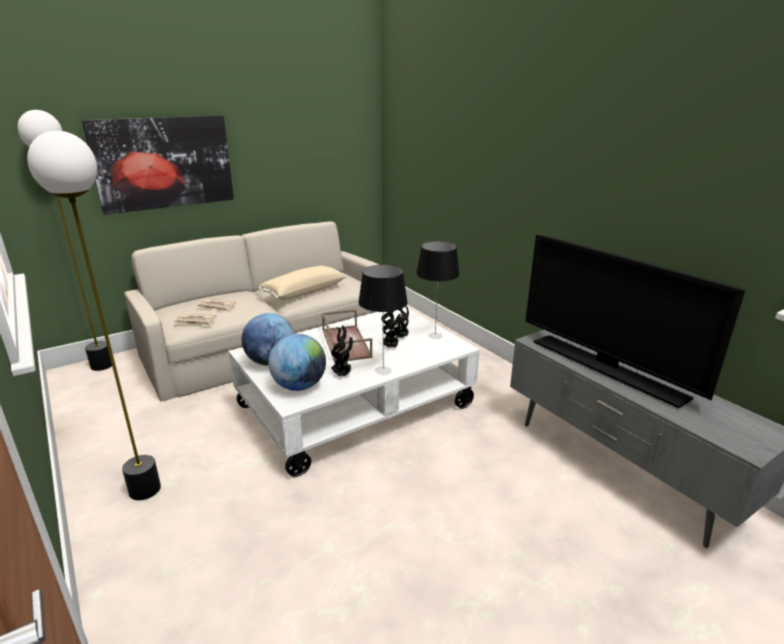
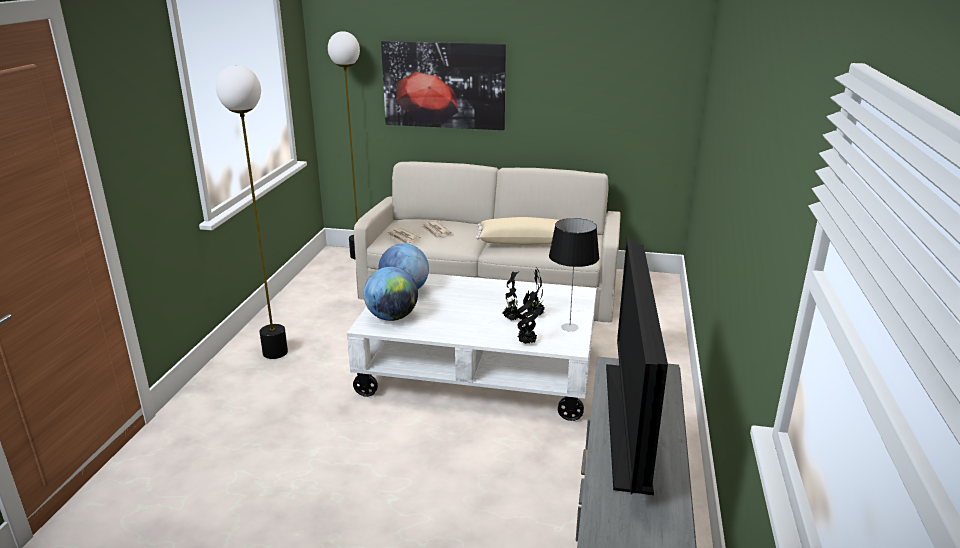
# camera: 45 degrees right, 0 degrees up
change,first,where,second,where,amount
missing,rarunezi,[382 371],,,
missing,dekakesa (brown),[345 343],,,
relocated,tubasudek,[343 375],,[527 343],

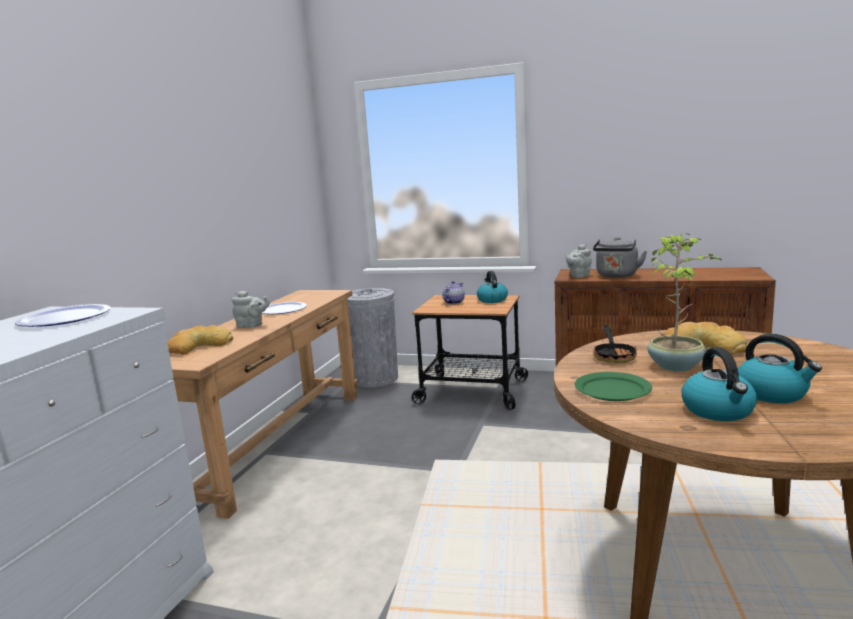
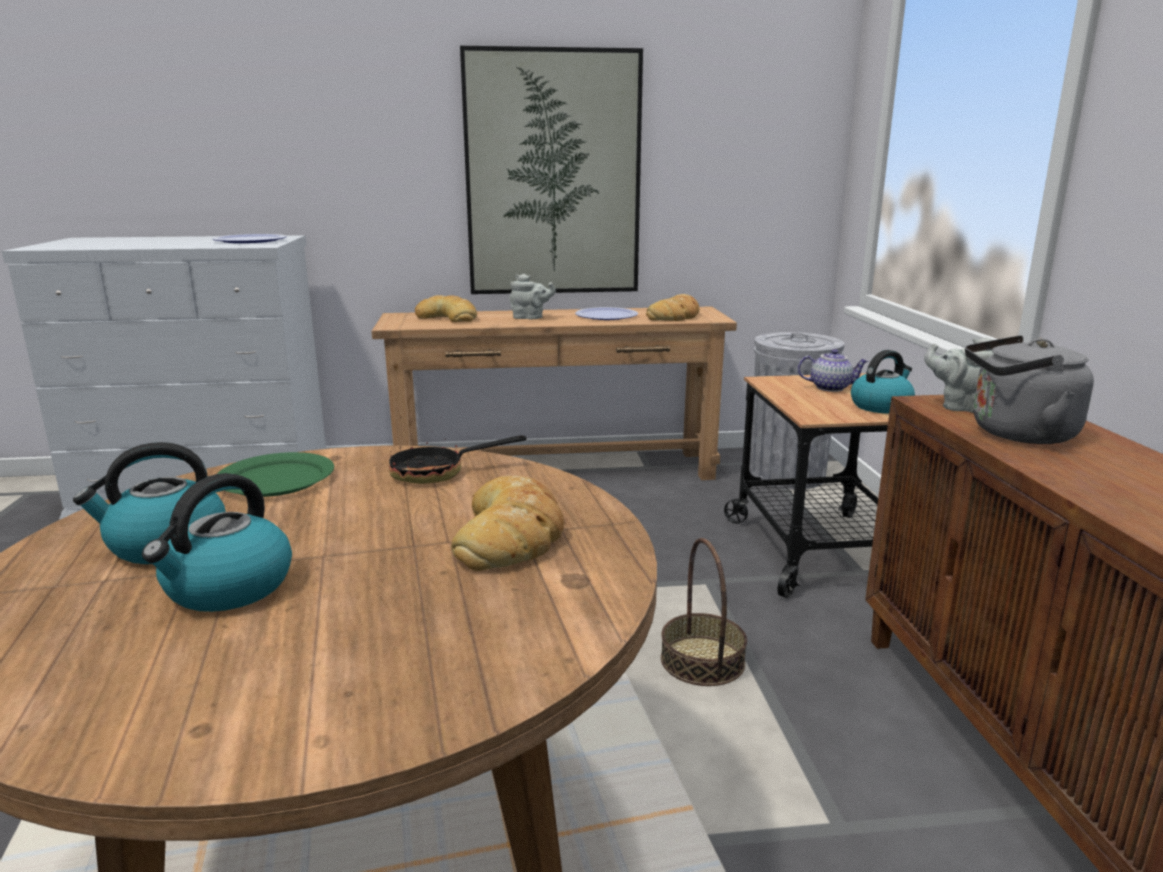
# camera: 65 degrees right, 5 degrees up
change,first,where,second,where,amount
missing,tubasudek,[676 366],,,
spun,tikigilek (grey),[252 326],,[530 318],60 degrees counterclockwise
appeared,,,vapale,[553 175],
appeared,,,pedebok,[676 316],
appeared,,,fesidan,[703 660],

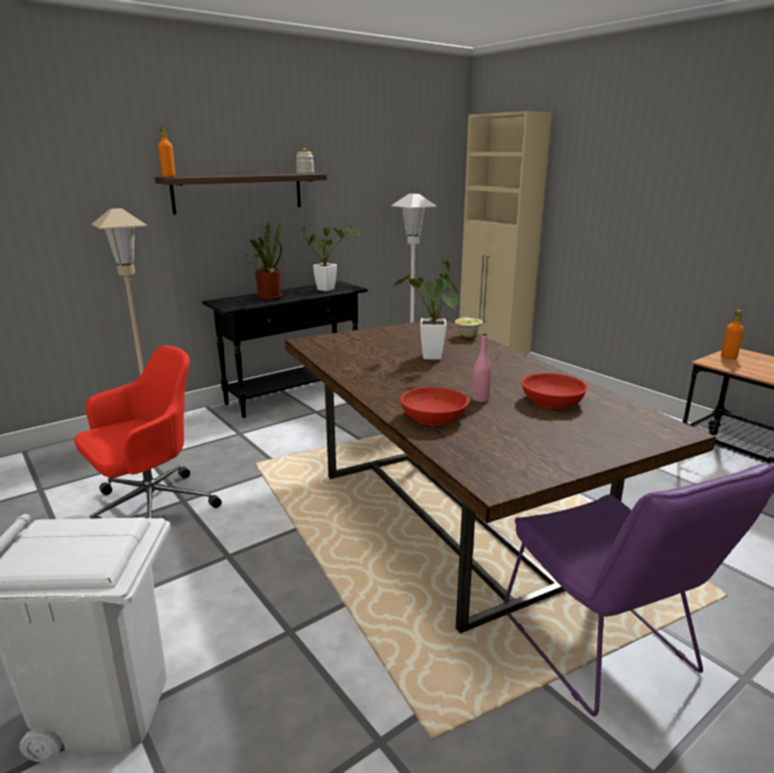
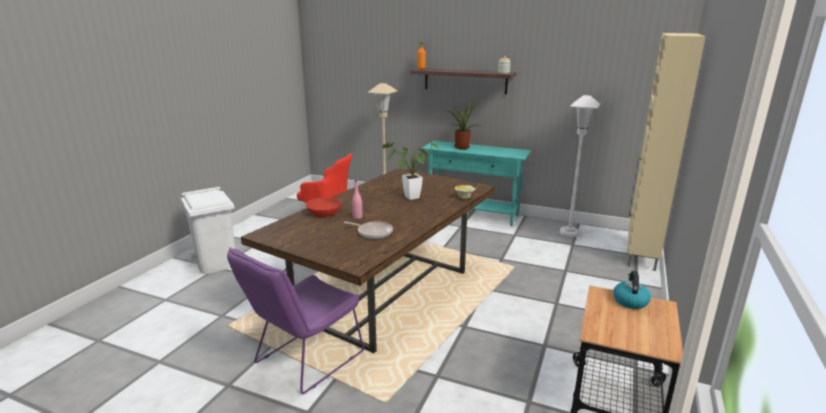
# camera: 60 degrees right, 0 degrees up
change,first,where,second,where,amount
missing,tubasudek,[328 289],,,
colour,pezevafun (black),[294 395],pezevafun (turquoise),[473 215],
exchanged,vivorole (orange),[728 358],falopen,[630 301],
exchanged,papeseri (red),[552 400],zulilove,[373 232],

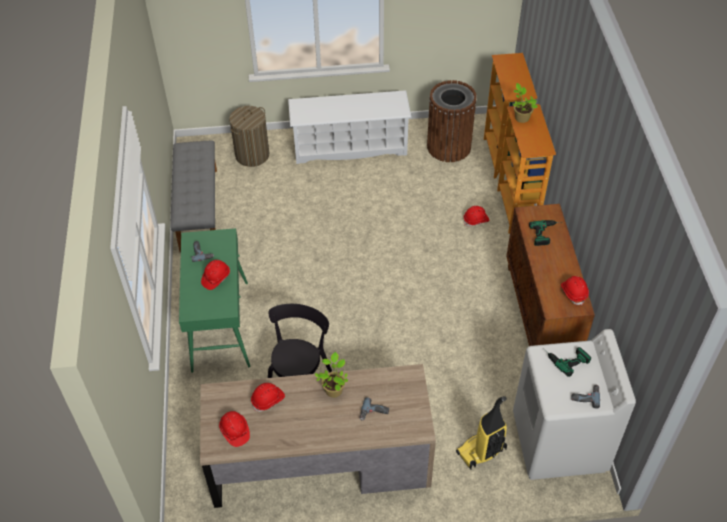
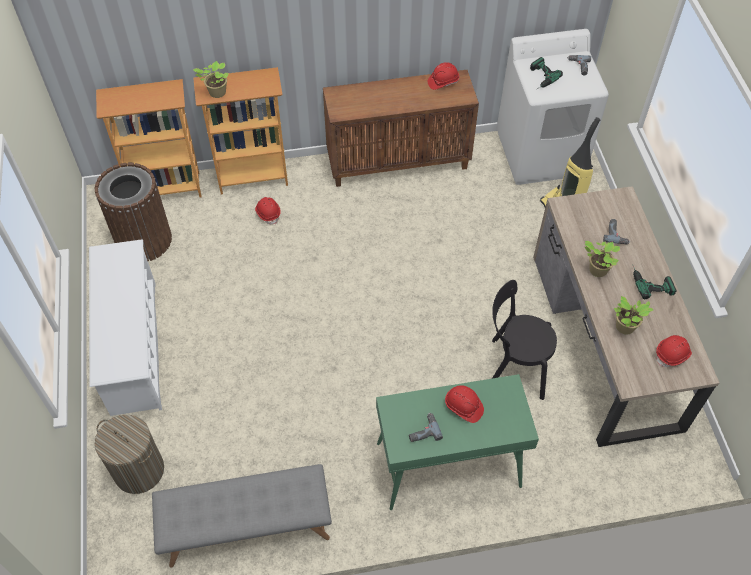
# camera: 95 degrees left, 5 degrees up
change,first,where,second,where,amount
relocated,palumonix,[547 233],,[650 281],
exchanged,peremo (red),[268 400],tubasudek,[625 328],

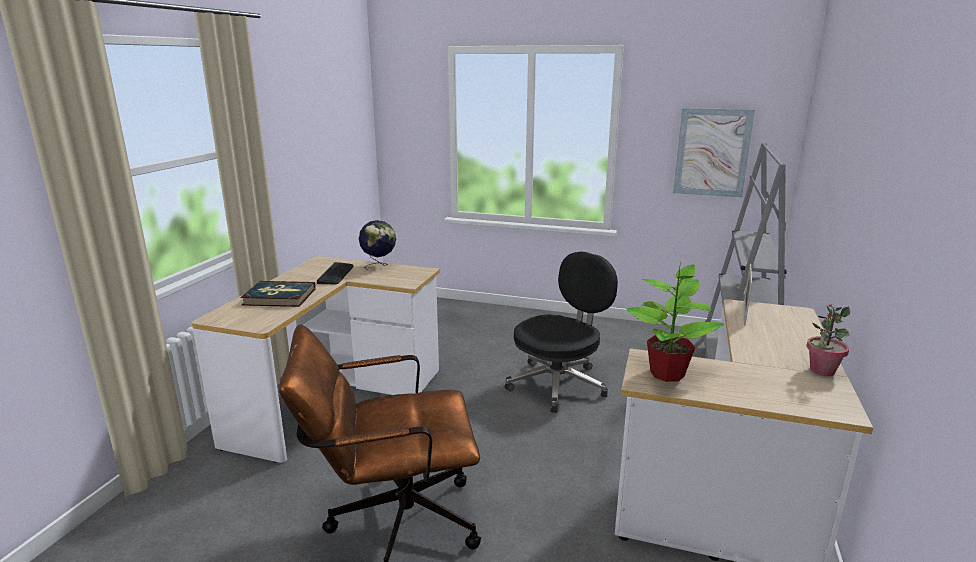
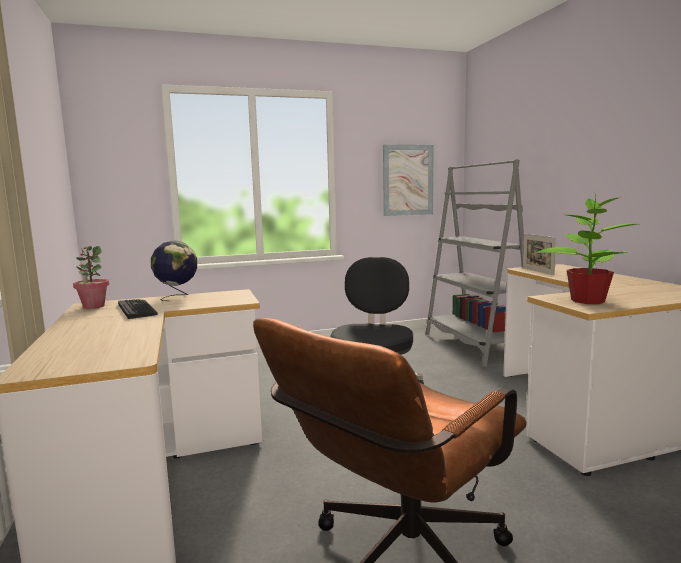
# camera: 35 degrees left, 10 degrees down
change,first,where,second,where,amount
missing,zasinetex,[279 297],,,
relocated,tubasudek,[822 370],,[93 306],

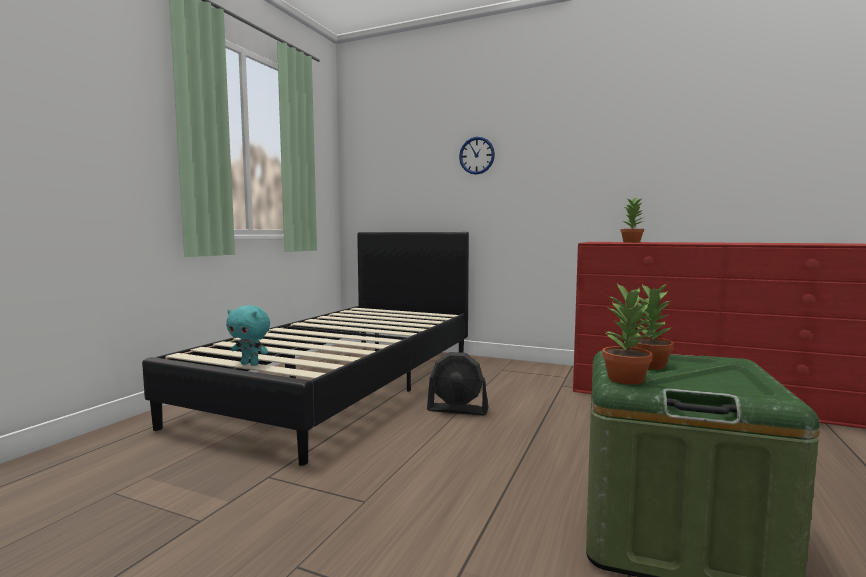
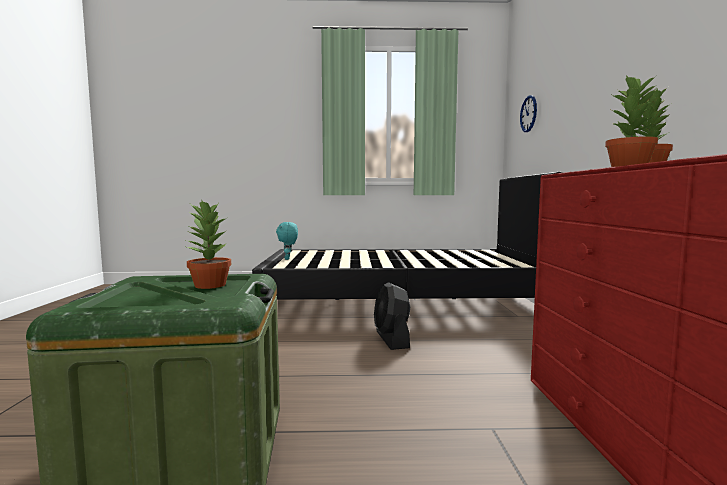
# camera: 65 degrees right, 0 degrees up
change,first,where,second,where,amount
relocated,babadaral,[476 155],,[528 114],
relocated,tubasudek,[625 379],,[630 166],

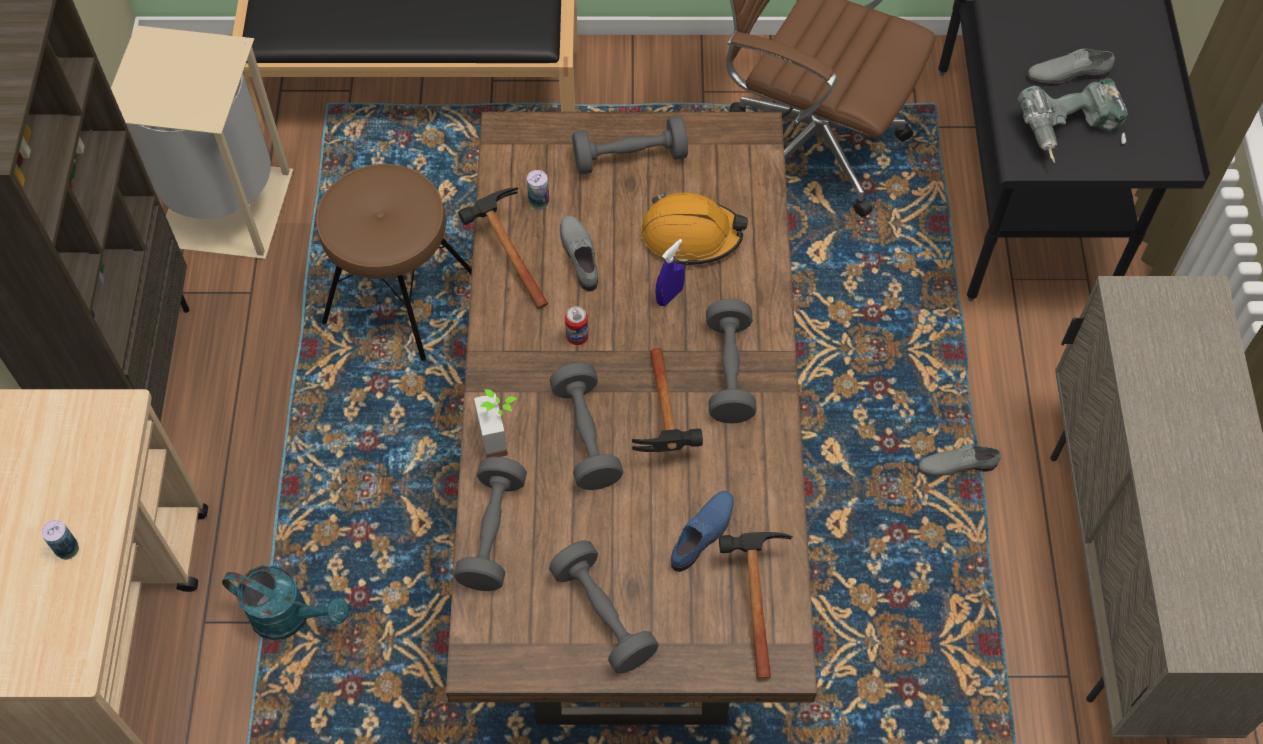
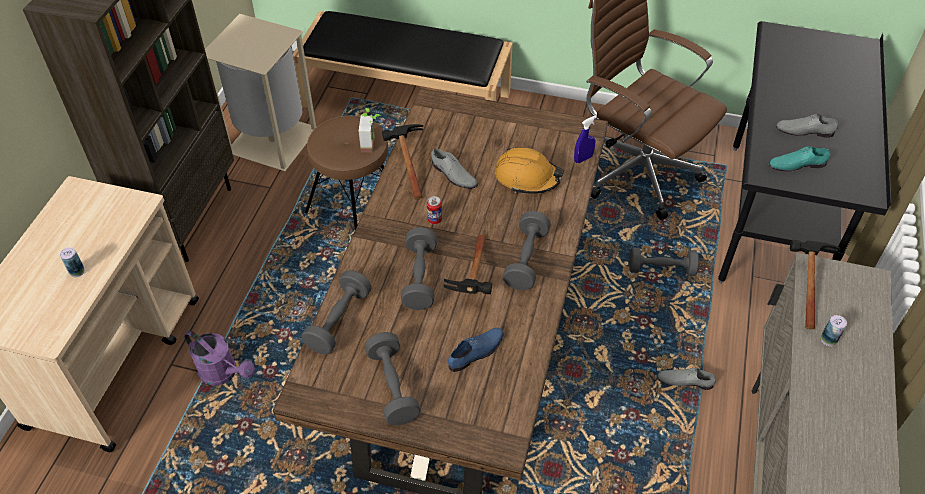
# camera: 15 degrees right, 10 degrees down
change,first,where,second,where,amount
exchanged,palumonix,[1069 133],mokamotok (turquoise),[796 164],
relocated,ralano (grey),[630 158],,[661 269],
relocated,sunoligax,[539 202],,[828 339],
spun,mokamotok (grey),[581 255],,[453 175],135 degrees clockwise
relocated,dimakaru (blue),[669 296],,[583 159],
relocated,tubasudek,[502 436],,[372 144],
relocated,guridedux,[752 594],,[805 283],
colour,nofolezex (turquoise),[290 617],nofolezex (purple),[224 374],

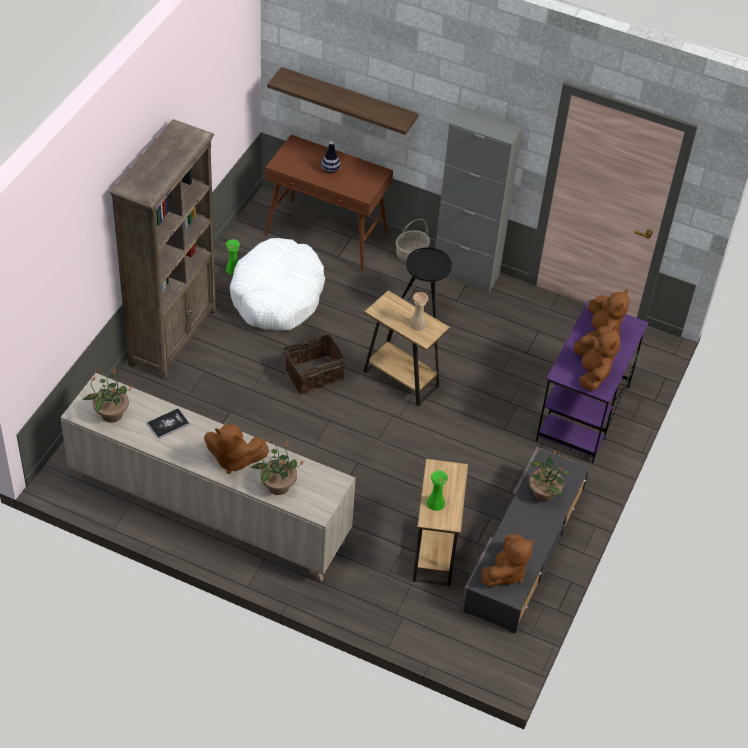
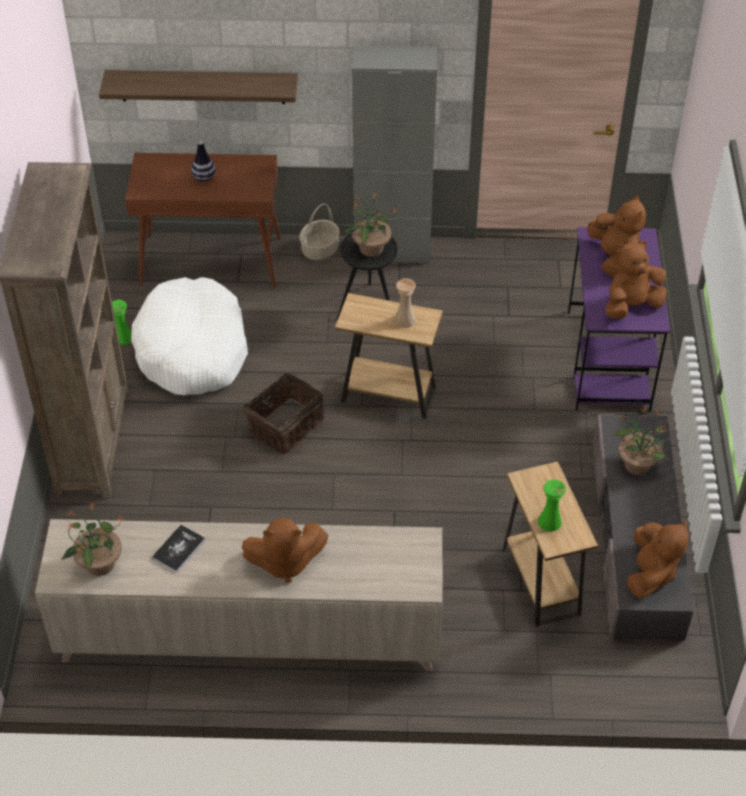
# camera: 20 degrees left, 0 degrees up
change,first,where,second,where,amount
spun,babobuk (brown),[592 373],,[631 305],90 degrees counterclockwise
relocated,tubasudek,[277 486],,[370 249],

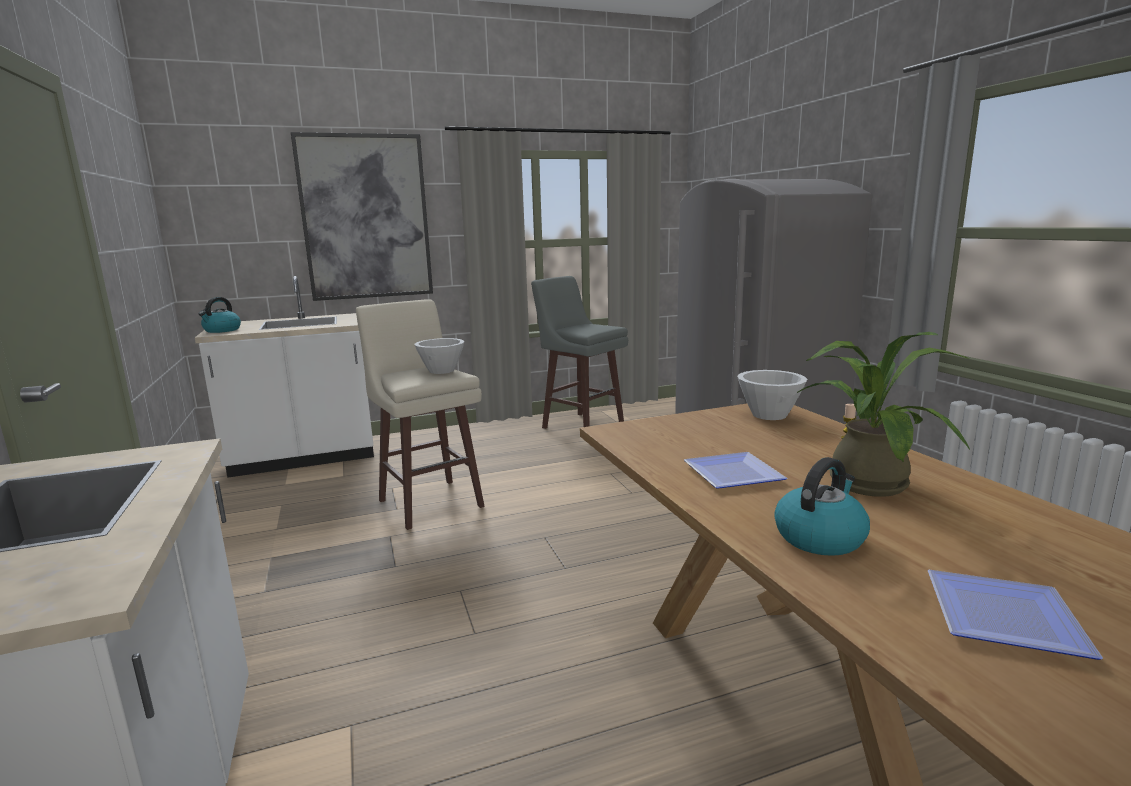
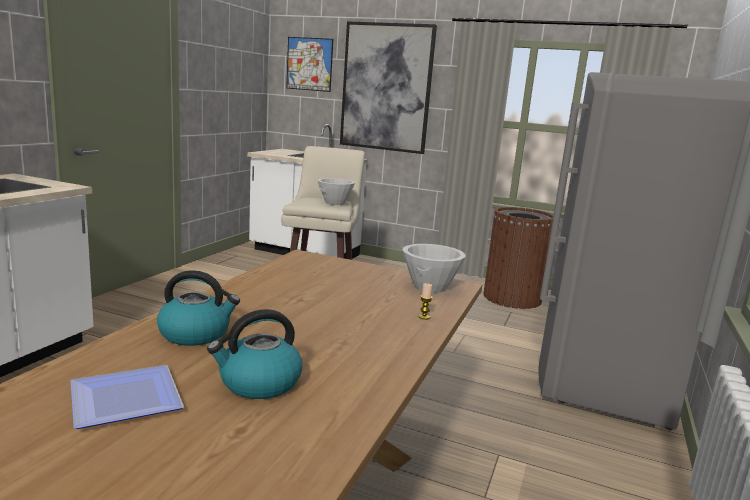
# camera: 40 degrees right, 0 degrees up
change,first,where,second,where,amount
exchanged,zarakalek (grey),[581 425],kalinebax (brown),[512 298],
relocated,falopen,[222 330],,[259 383],
missing,tubasudek,[865 480],,,
missing,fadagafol,[736 475],,,
appeared,,,vapale,[309 64],

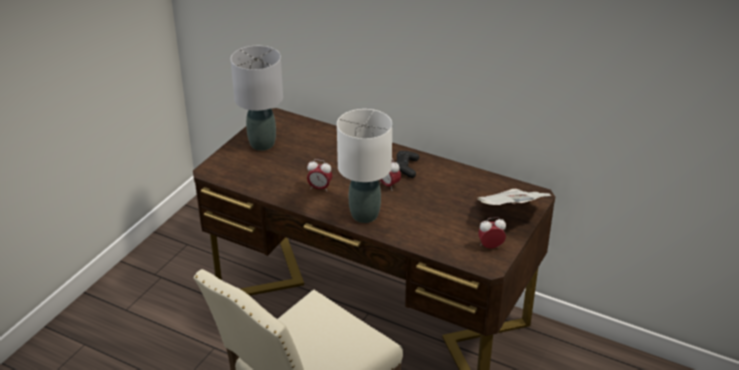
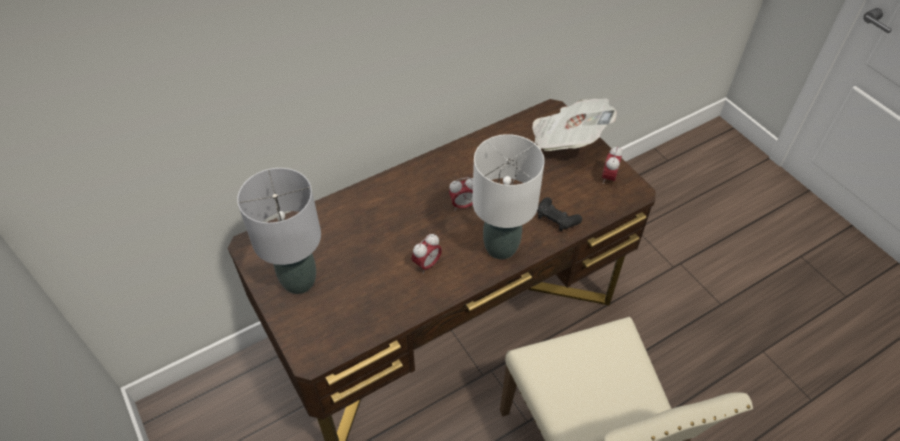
# camera: 60 degrees left, 15 degrees up
change,first,where,second,where,amount
relocated,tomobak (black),[406 168],,[556 219],

